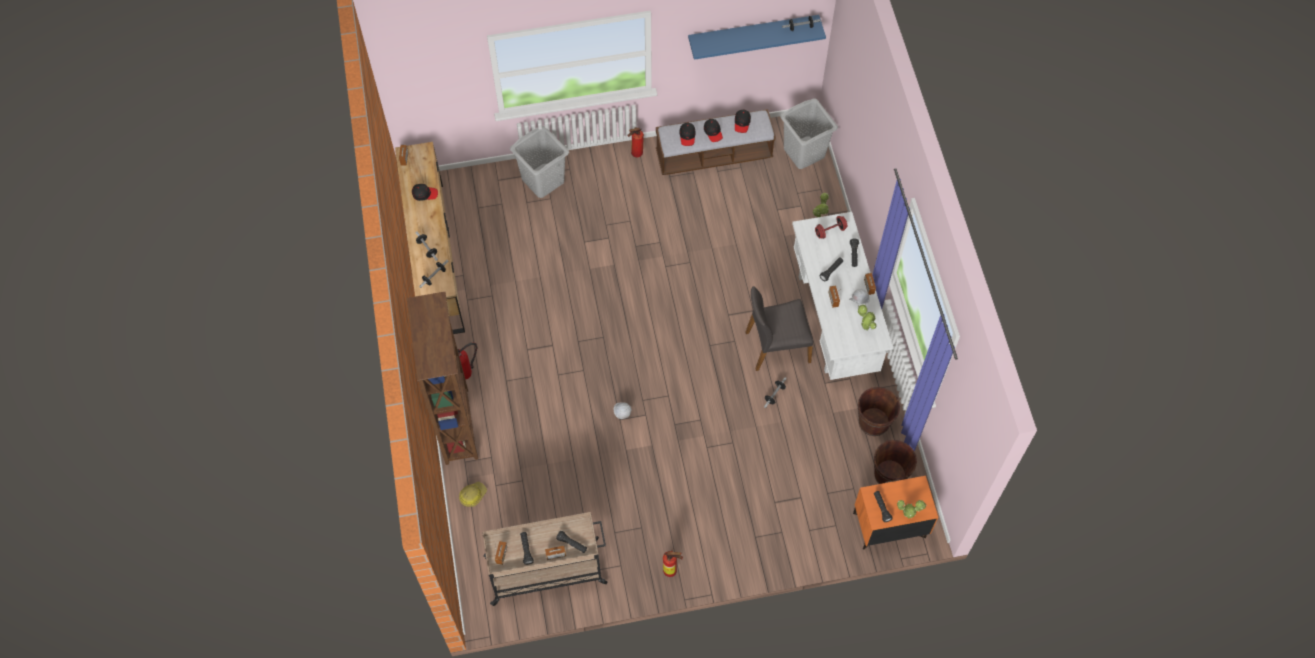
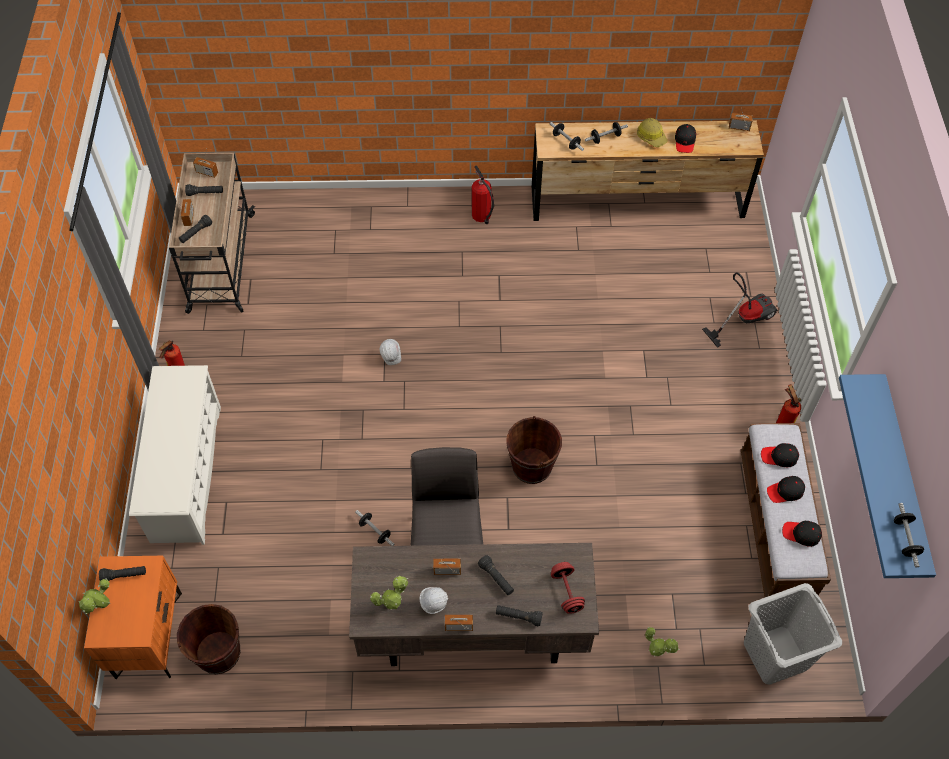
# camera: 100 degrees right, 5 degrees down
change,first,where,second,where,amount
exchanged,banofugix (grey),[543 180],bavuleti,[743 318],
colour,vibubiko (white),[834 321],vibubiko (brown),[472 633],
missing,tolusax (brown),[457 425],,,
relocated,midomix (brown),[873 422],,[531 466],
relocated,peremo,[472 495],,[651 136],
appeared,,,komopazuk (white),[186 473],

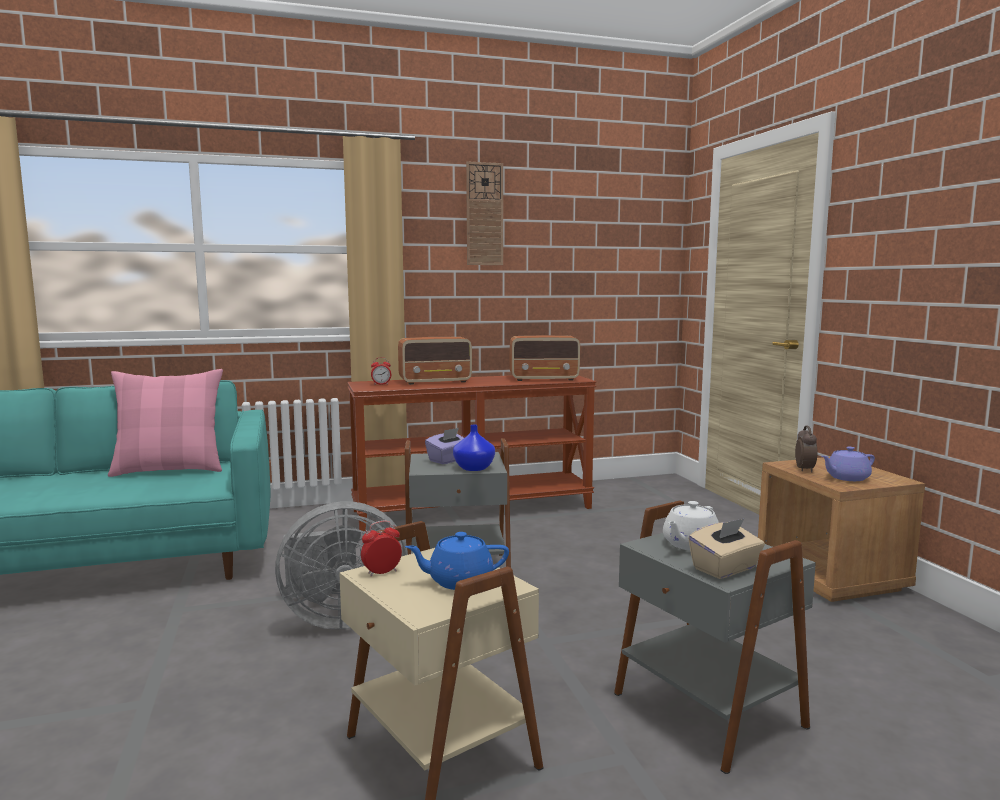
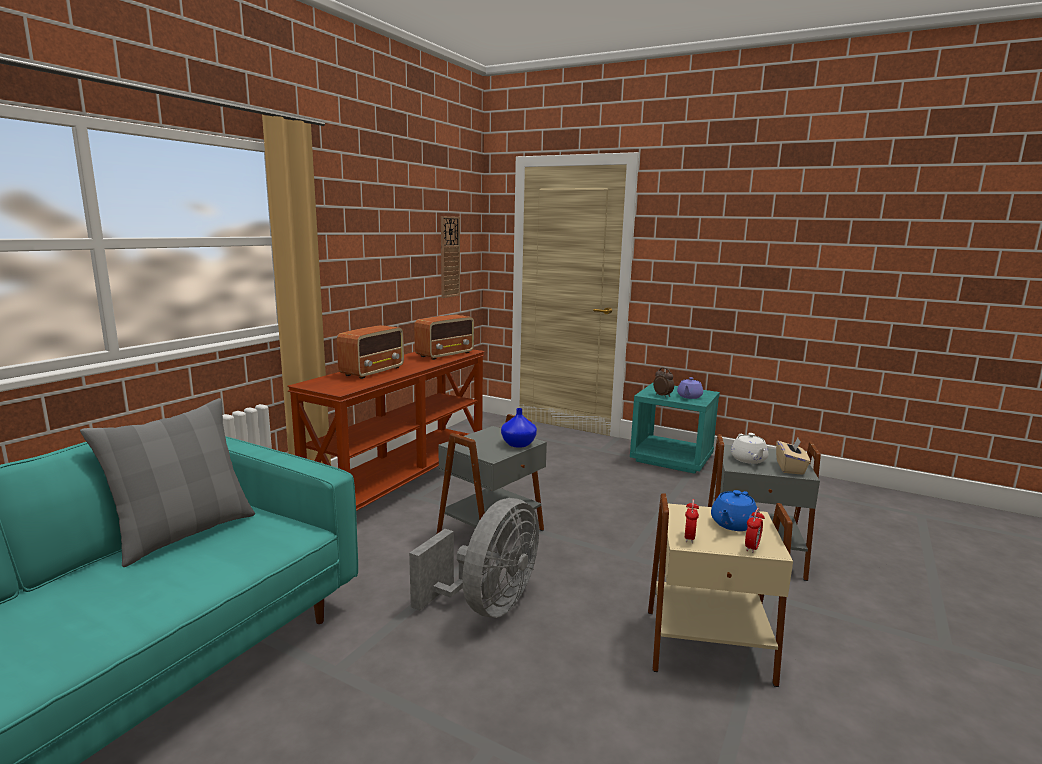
# camera: 45 degrees left, 5 degrees up
change,first,where,second,where,amount
relocated,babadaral,[484 214],,[449 257],
relocated,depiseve,[381 384],,[752 547],
colour,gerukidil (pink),[170 470],gerukidil (grey),[184 533],
missing,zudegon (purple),[449 460],,,
colour,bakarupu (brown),[831 577],bakarupu (turquoise),[672 459],

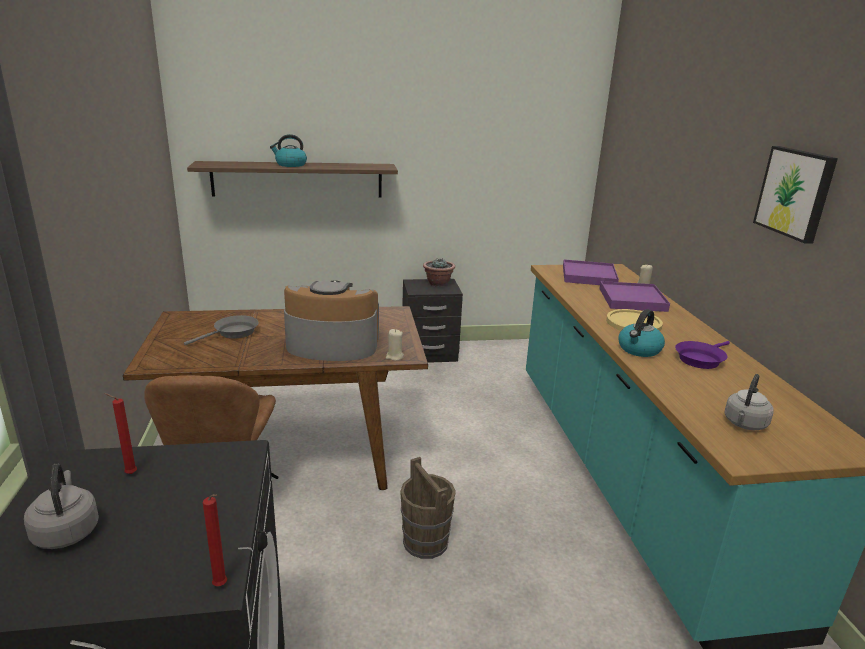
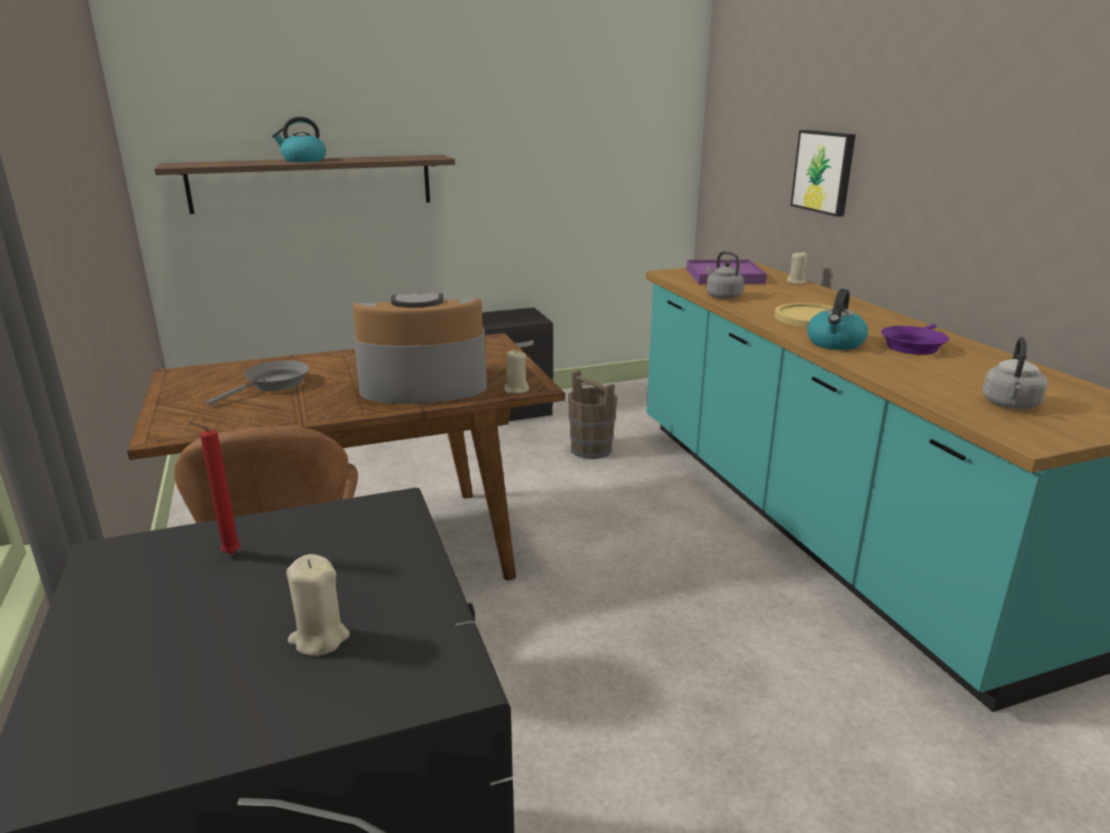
# camera: 10 degrees left, 0 degrees up
change,first,where,second,where,amount
relocated,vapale,[795 193],,[824 172],
missing,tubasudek,[438 283],,,
missing,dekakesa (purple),[632 300],,,
relocated,midomix (brown),[425 541],,[591 449],
relocated,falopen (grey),[66 531],,[722 296],
missing,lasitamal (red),[221 586],,,
appeared,,,lasitamal (beige),[319 638],

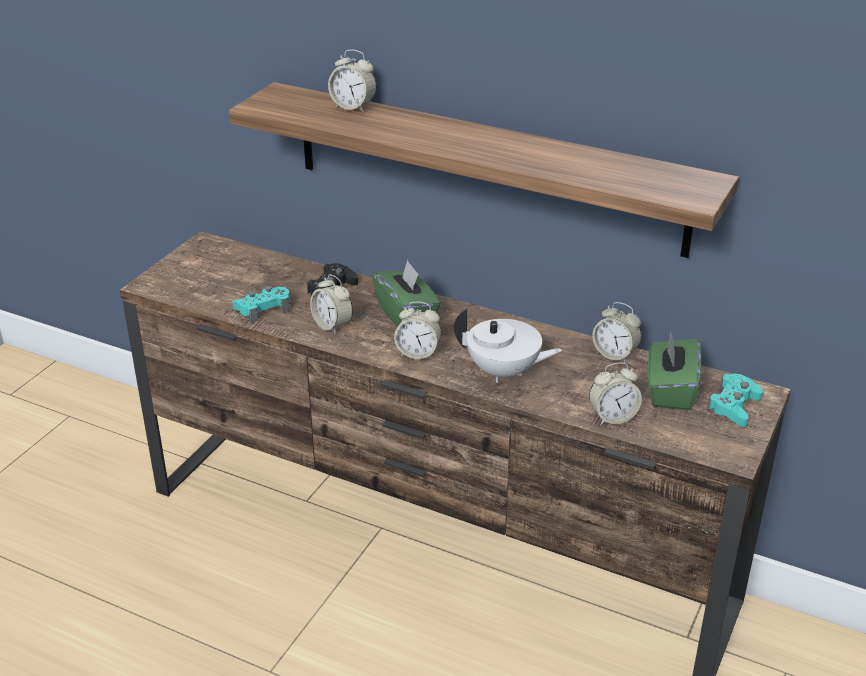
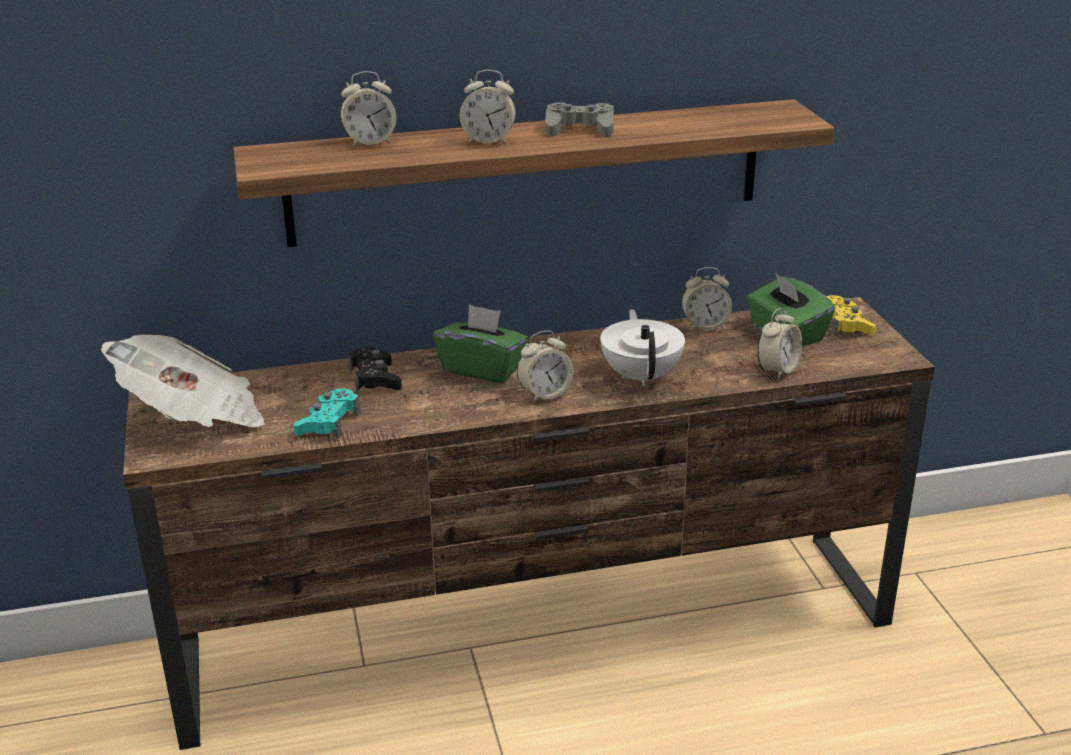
# camera: 40 degrees left, 5 degrees down
change,first,where,second,where,amount
relocated,depiseve,[332 325],,[488 141],
spun,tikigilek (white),[504 372],,[641 376],75 degrees counterclockwise
colour,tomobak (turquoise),[733 406],tomobak (yellow),[845 324],
appeared,,,tomobak (grey),[579 129],
appeared,,,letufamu,[194 417],

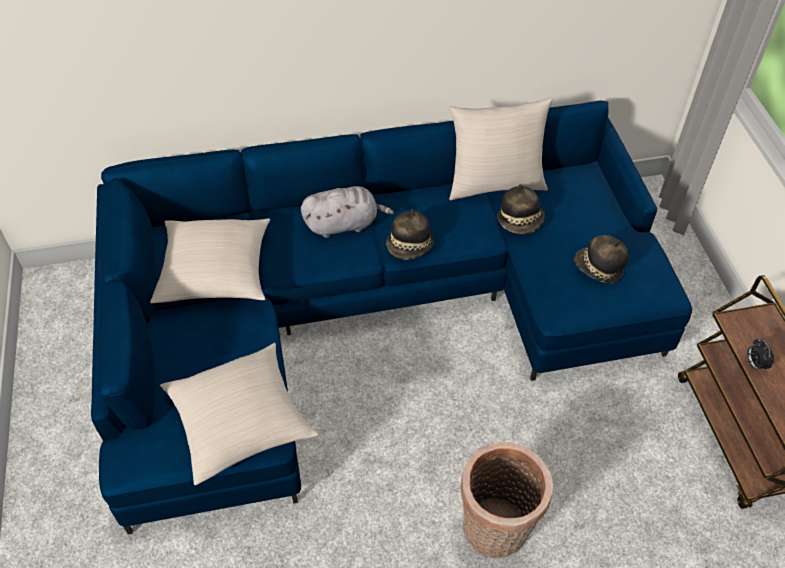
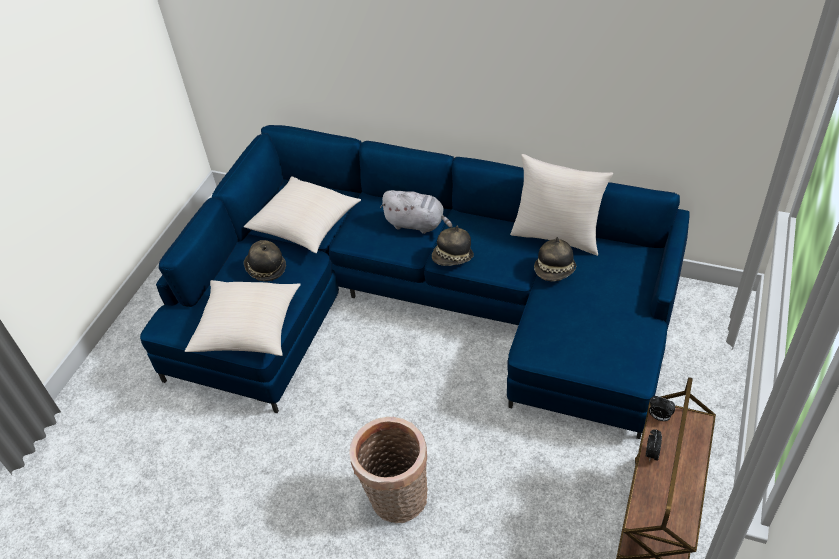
# camera: 35 degrees right, 5 degrees down
change,first,where,second,where,amount
relocated,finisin,[598 269],,[265 269],
appeared,,,depiseve,[659 417],

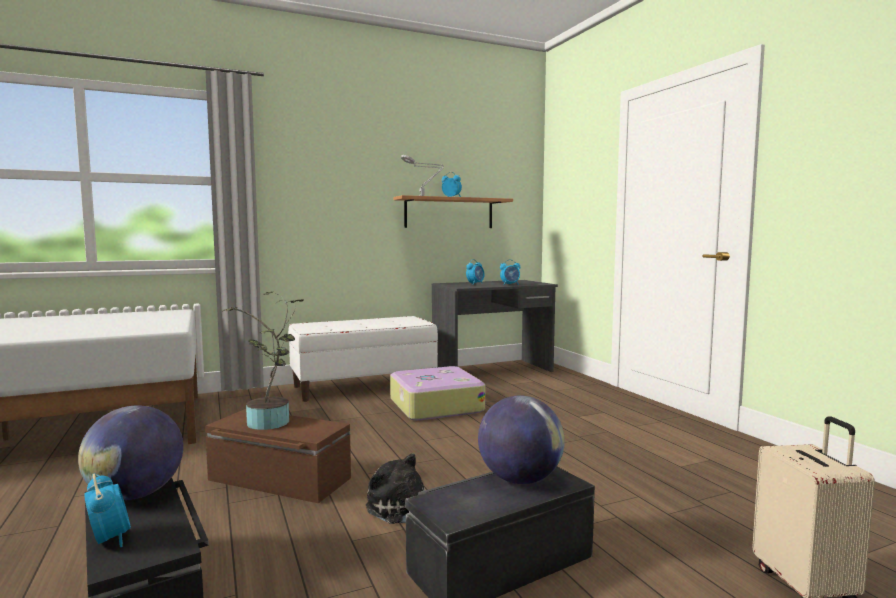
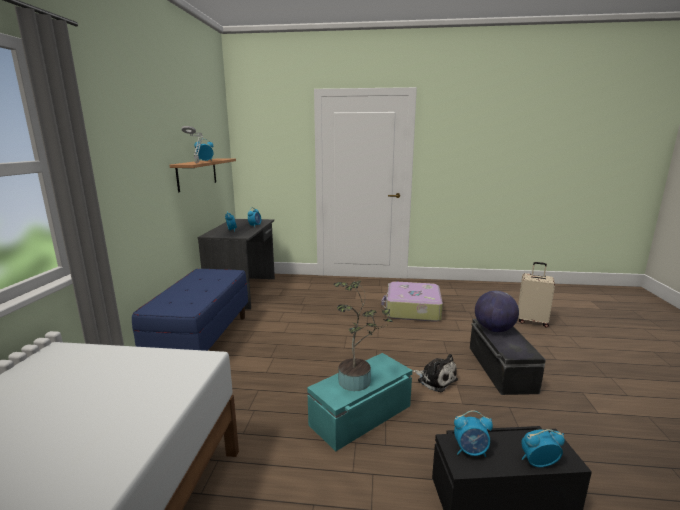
# camera: 60 degrees left, 10 degrees up
change,first,where,second,where,amount
colour,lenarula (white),[364 386],lenarula (blue),[201 341],
relocated,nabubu,[435 405],,[412 309],
exchanged,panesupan,[135 495],depiseve,[471 451],
colour,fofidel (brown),[278 480],fofidel (turquoise),[362 416],
spun,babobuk,[402 509],,[435 379],120 degrees counterclockwise

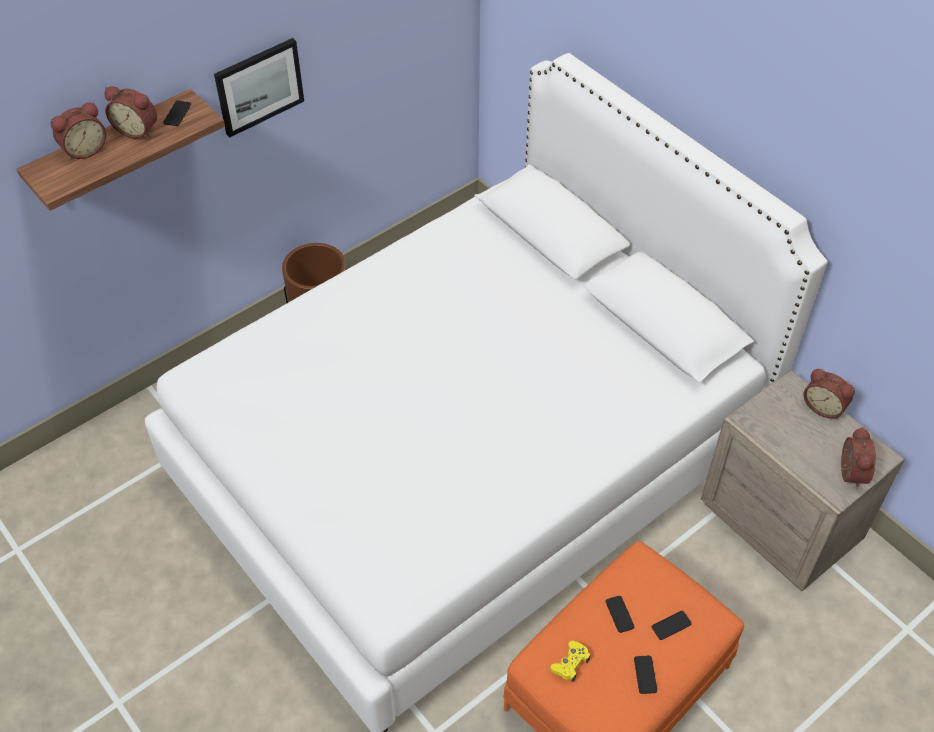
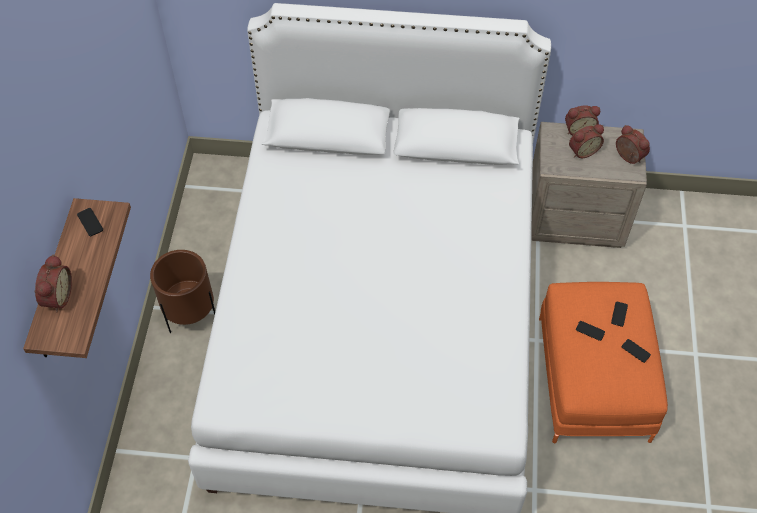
# camera: 45 degrees left, 5 degrees up
change,first,where,second,where,amount
missing,vapale,[259 86],,,
relocated,depiseve,[138 130],,[582 150],
missing,tomobak (yellow),[570 663],,,

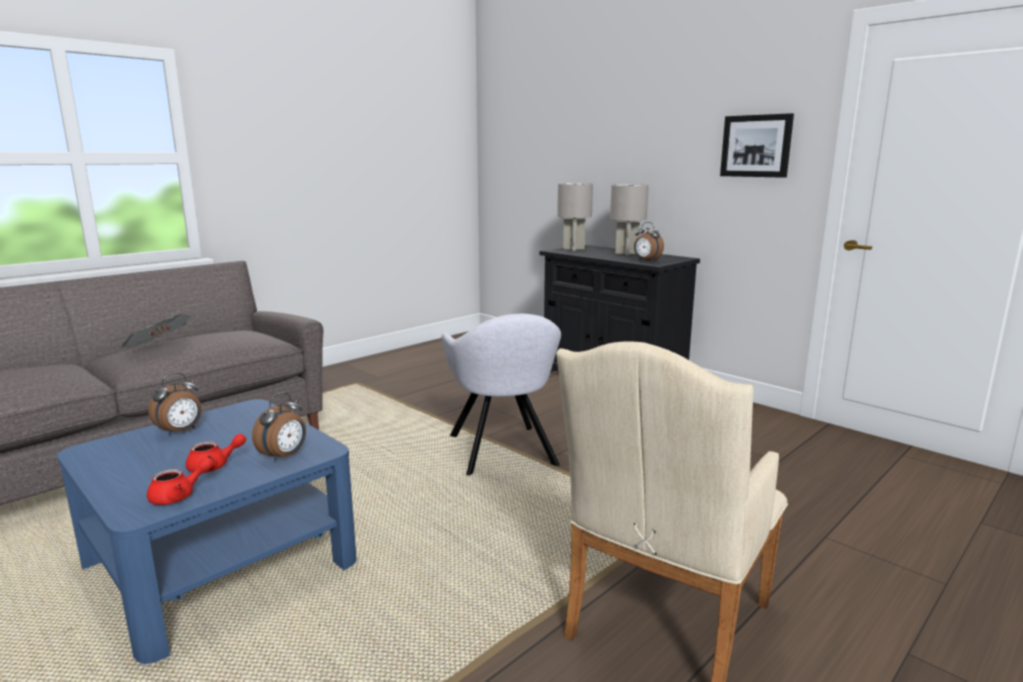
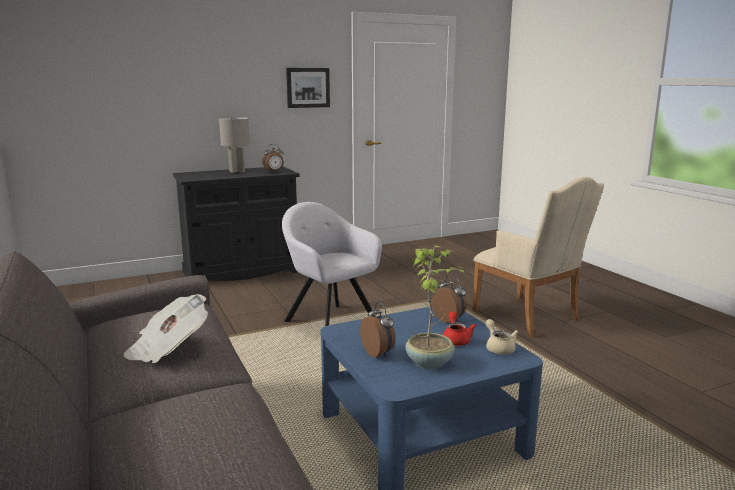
# camera: 70 degrees left, 0 degrees up
change,first,where,second,where,amount
missing,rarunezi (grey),[574 249],,,
spun,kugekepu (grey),[503 452],,[329 321],135 degrees counterclockwise
colour,tikigilek (red),[179 495],tikigilek (beige),[499 348],
appeared,,,tubasudek,[430 362],

